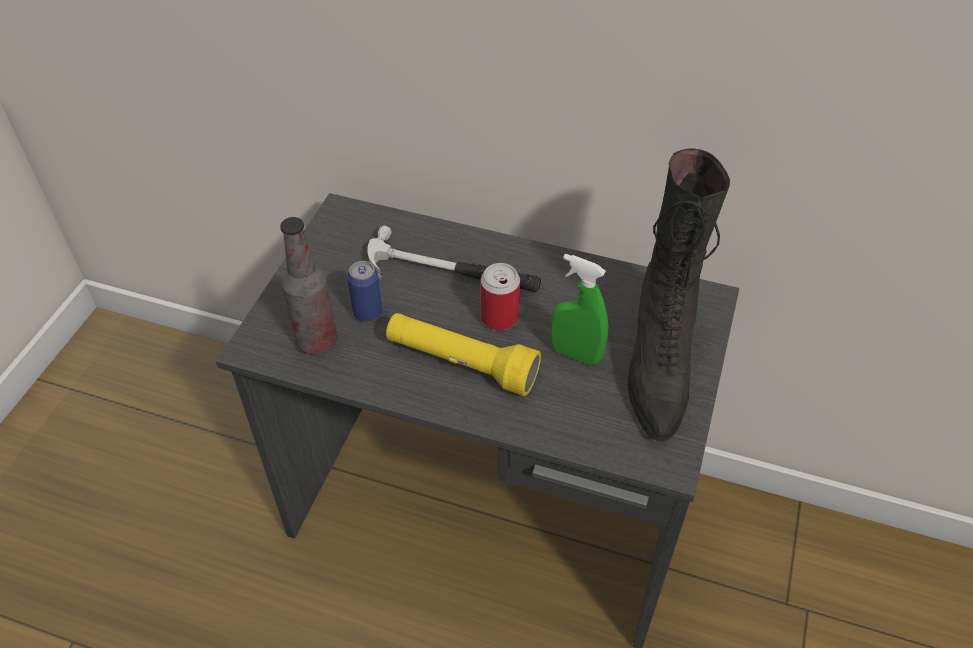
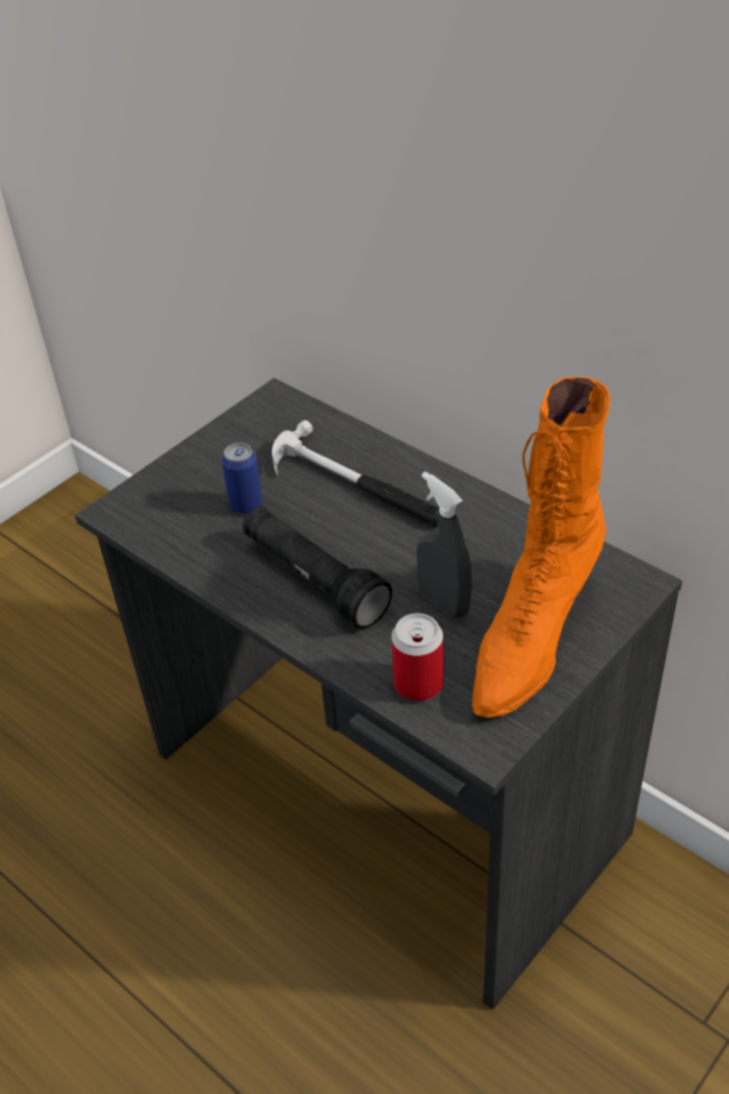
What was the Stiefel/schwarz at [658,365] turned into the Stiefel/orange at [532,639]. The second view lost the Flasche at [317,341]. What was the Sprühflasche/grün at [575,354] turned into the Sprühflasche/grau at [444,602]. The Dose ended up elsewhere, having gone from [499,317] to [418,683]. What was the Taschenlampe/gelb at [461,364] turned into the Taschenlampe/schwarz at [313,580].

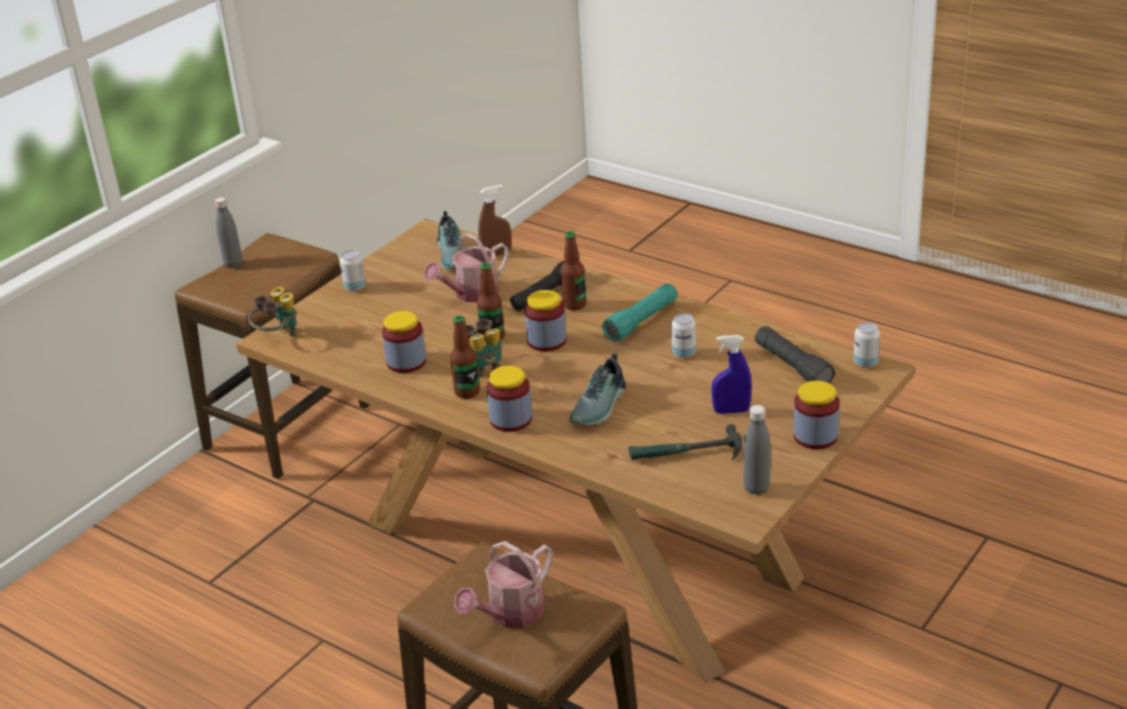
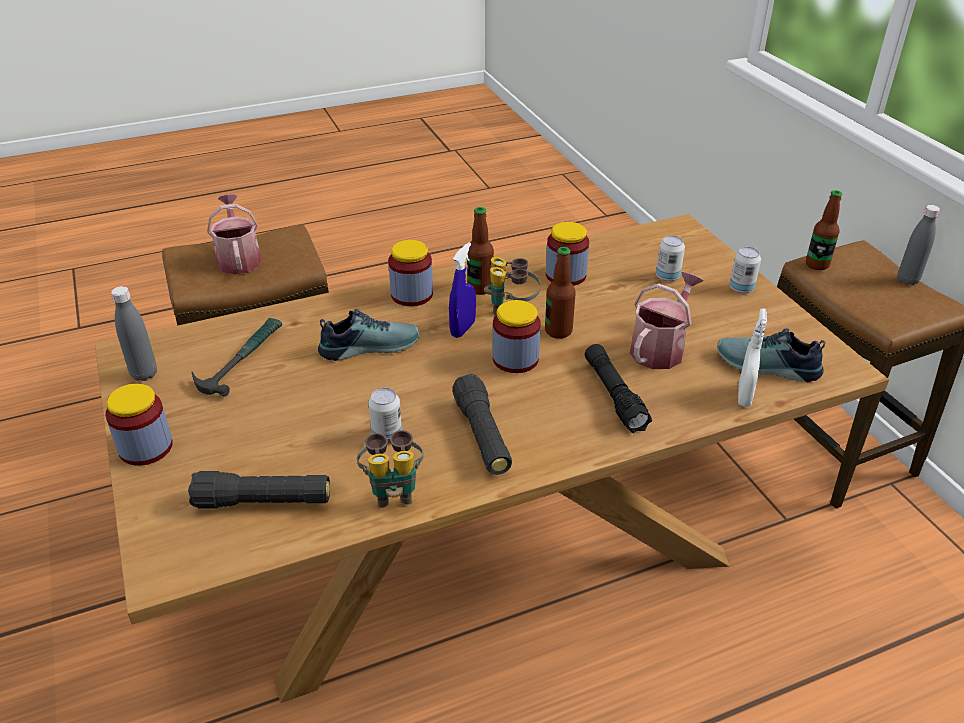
What was the Sprühflasche/braun at [496,254] turned into the Sprühflasche/weiß at [744,396]. The Flasche ended up elsewhere, having gone from [574,305] to [817,264]. The Gießkanne at [471,294] ended up facing another way, 45 degrees clockwise from before. What was the Taschenlampe/türkis at [641,321] turned into the Taschenlampe/schwarz at [482,436]. The Fernglas ended up elsewhere, having gone from [278,337] to [393,490]. The Dose ended up elsewhere, having gone from [865,363] to [667,277]. The Sprühflasche/blau ended up elsewhere, having gone from [731,411] to [462,329]. The Schuh at [601,406] ended up facing another way, 105 degrees clockwise from before.

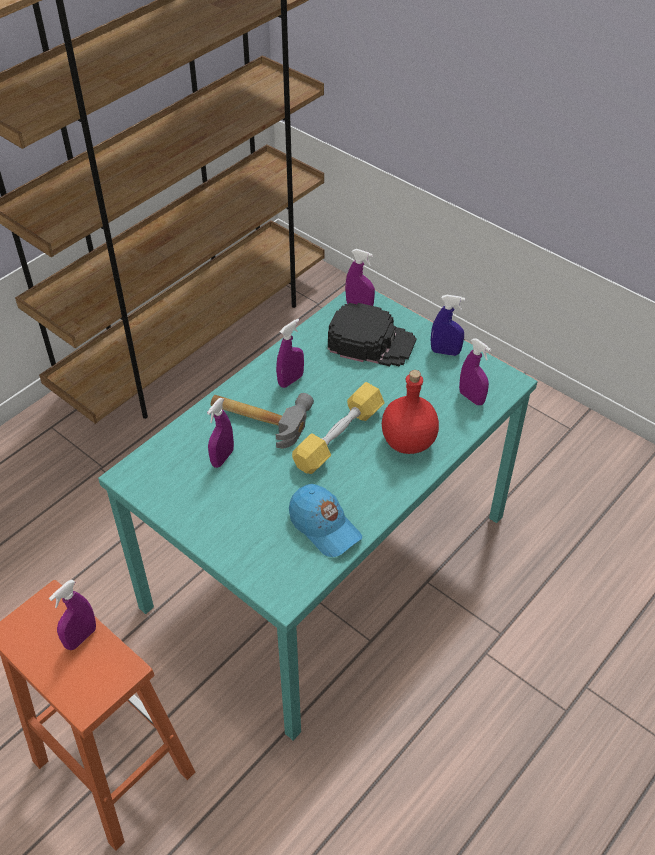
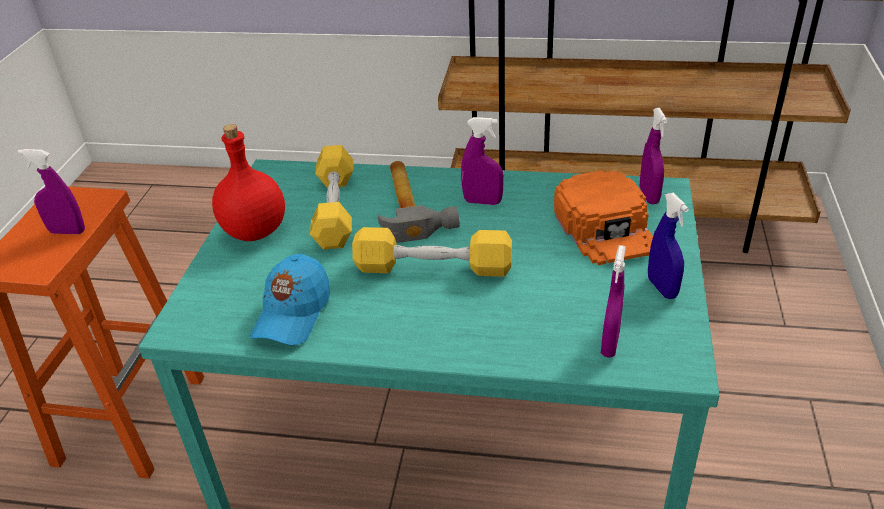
What was the Kappe/schwarz at [371,342] turned into the Kappe/orange at [605,227]. The Flasche/rot ended up elsewhere, having gone from [408,443] to [253,231]. Where the Sprühflasche/lila stood at [222,458], the Hantel/gelb came to stand at [335,209].

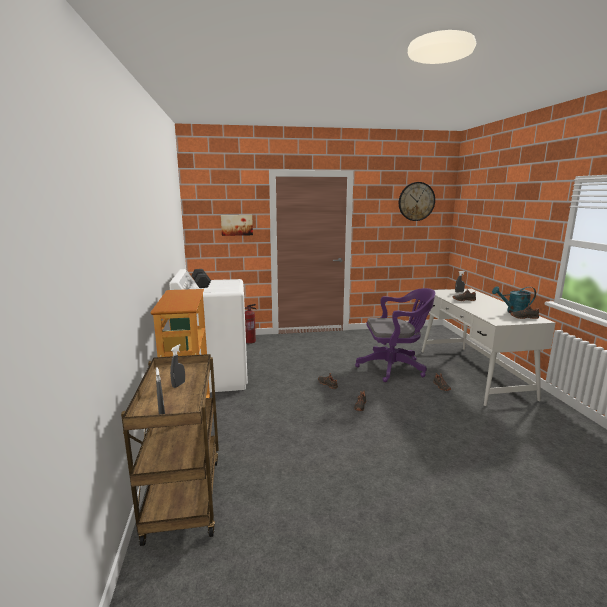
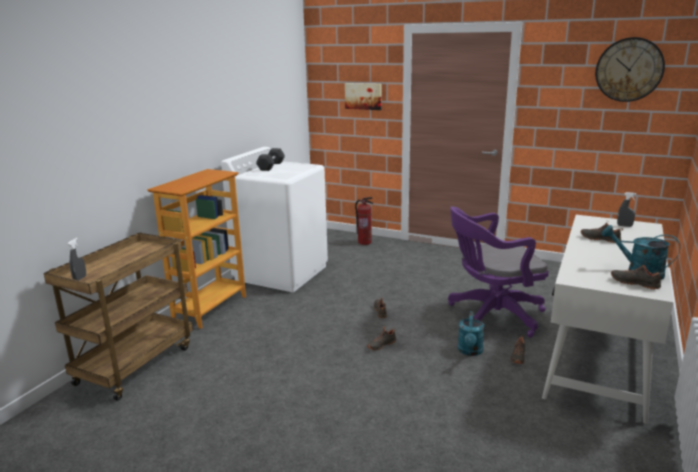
The Bürostuhl/lila at [394,367] ended up facing another way, 135 degrees clockwise from before. The second view lost the Sprühflasche/grau at [178,384]. The second view gained the Gießkanne/türkis at [470,351].

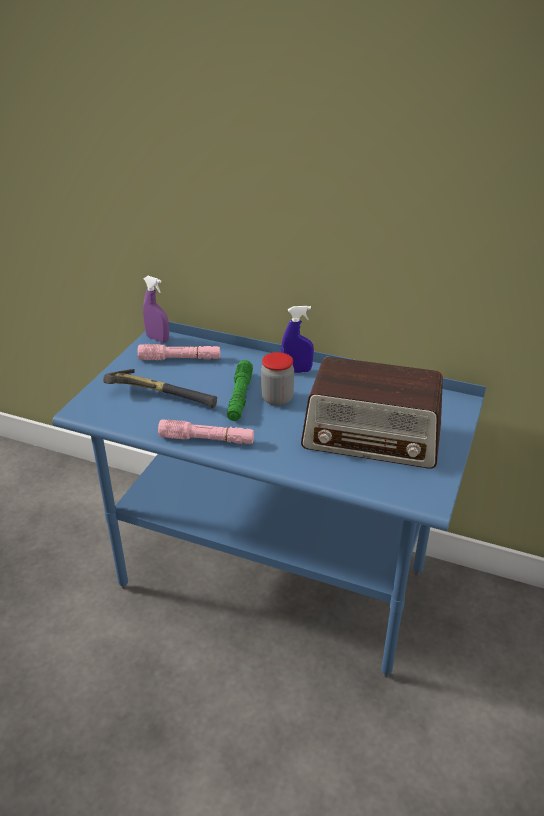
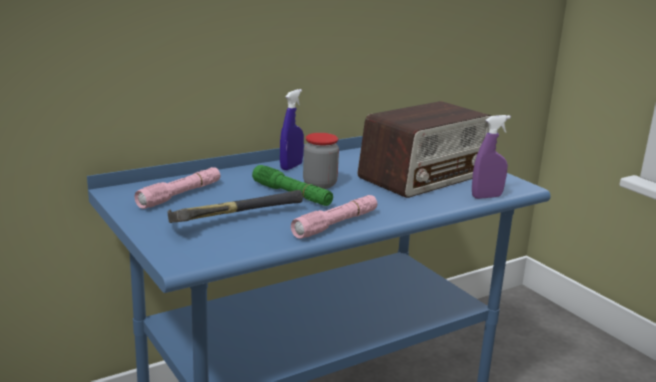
The Sprühflasche/lila ended up elsewhere, having gone from [158,339] to [486,196].

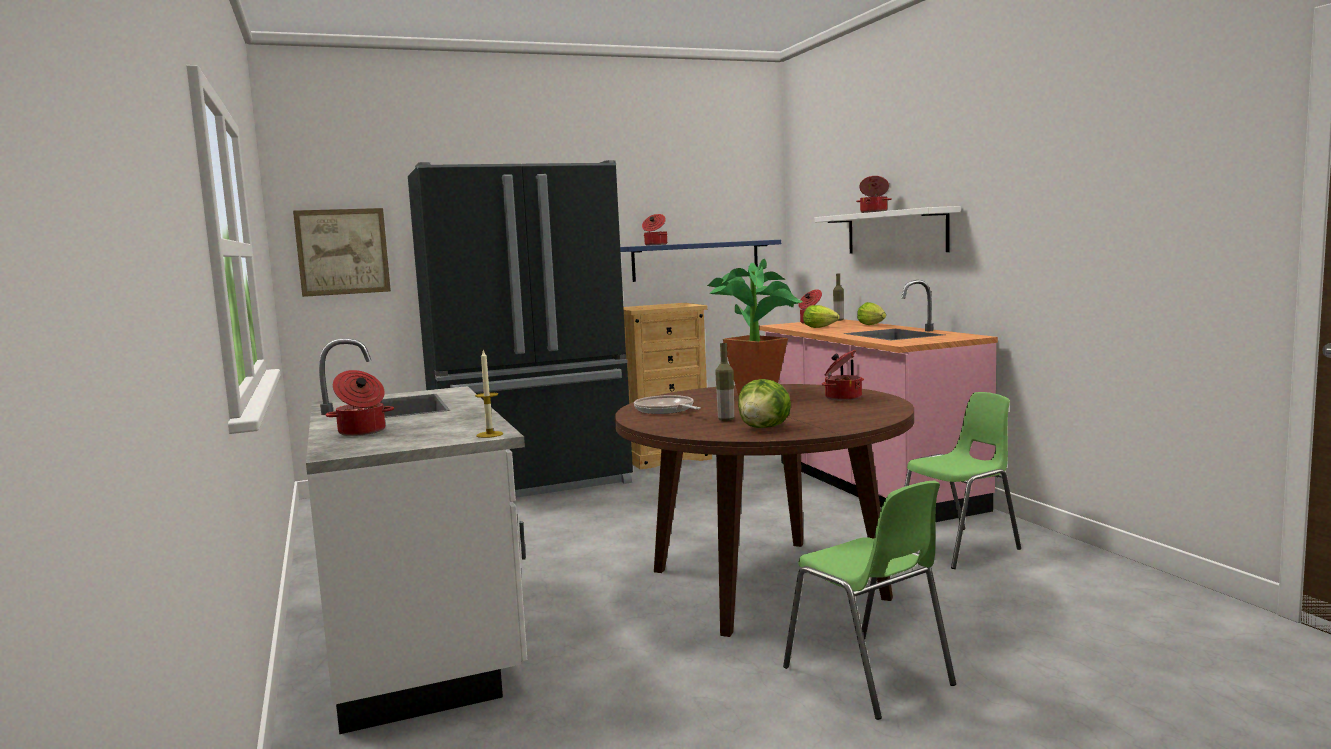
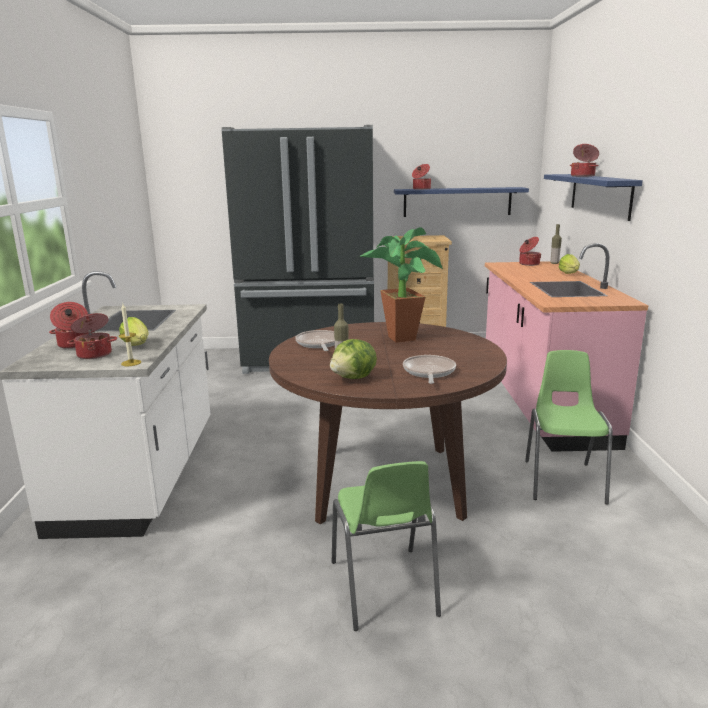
What was the Wandregal/weiß at [895,232] turned into the Wandregal/blau at [600,195]. The second view lost the Bild at [343,252]. The Salatkopf ended up elsewhere, having gone from [822,328] to [138,345]. The Kochtopf ended up elsewhere, having gone from [842,397] to [94,354]. The Stuhl/grün at [959,547] ended up facing another way, 75 degrees counterclockwise from before. The second view gained the Pfanne at [428,372].

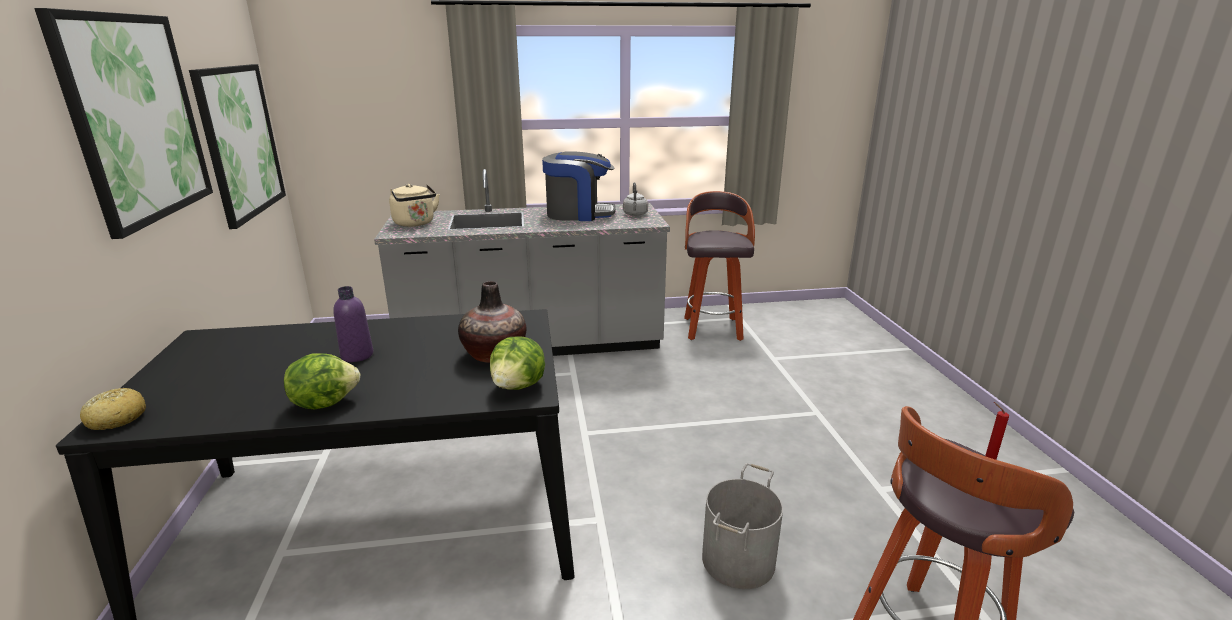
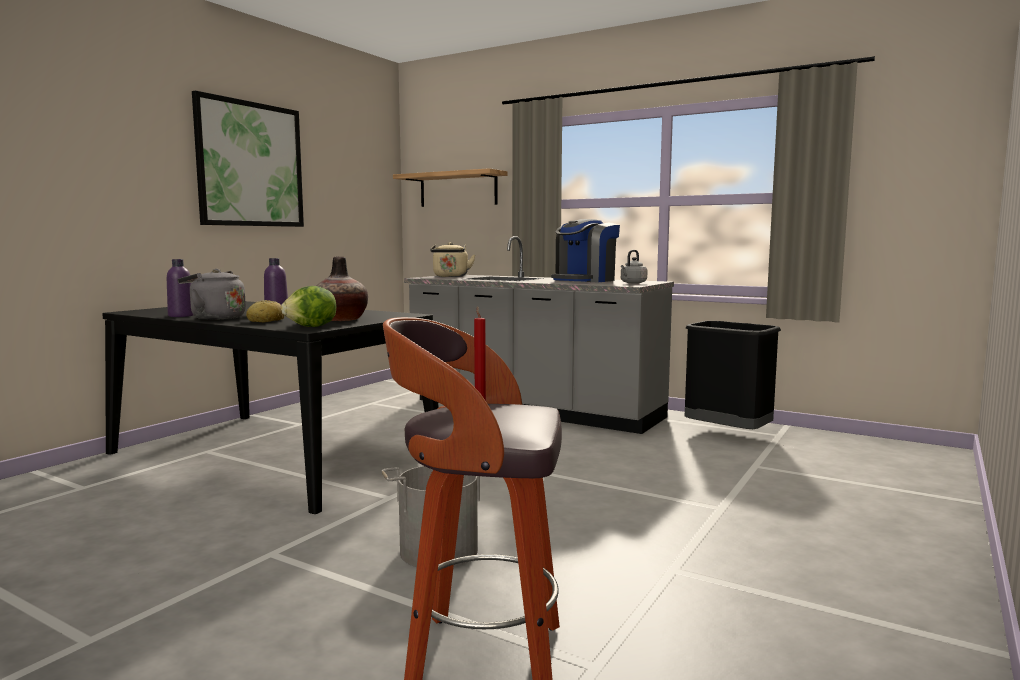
The second view lost the Bild at [240,142]. The Kaffeemaschine at [579,214] ended up facing another way, 90 degrees clockwise from before. Where the Hocker stood at [712,328], the Mülleimer/schwarz came to stand at [728,434]. Where the Salatkopf stood at [325,402], the Wasserkessel/grau came to stand at [215,318]. The Brot ended up elsewhere, having gone from [117,418] to [266,321]. The second view gained the Wandregal at [458,189]. The second view gained the Flasche/lila at [181,316].

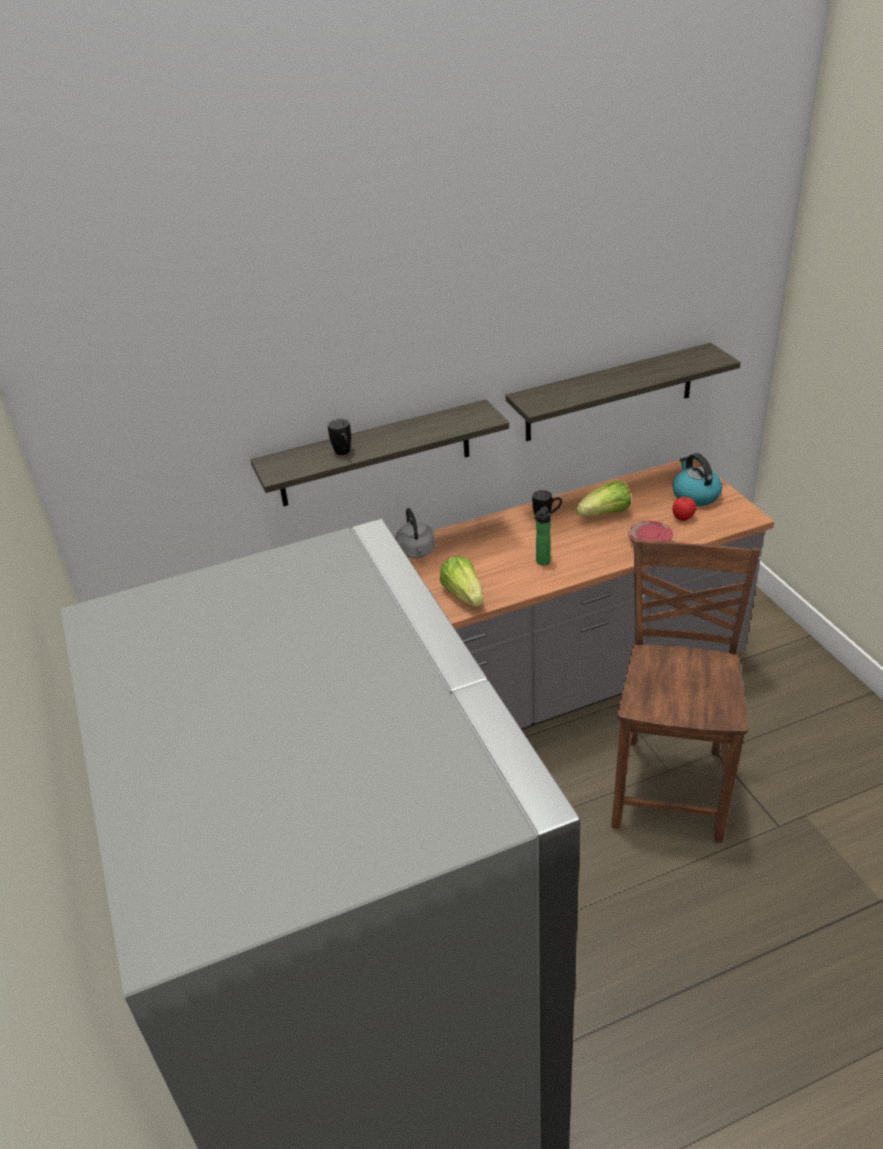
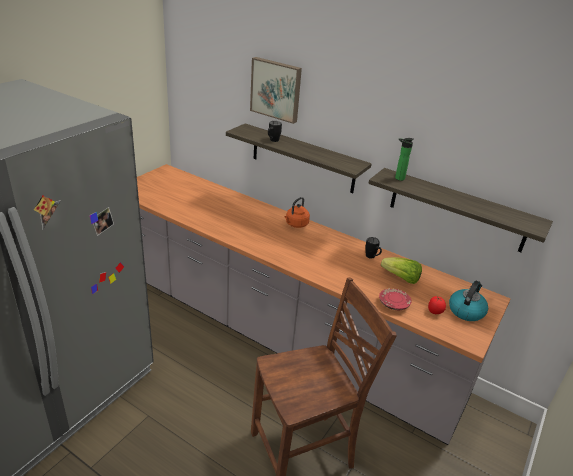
The Flasche ended up elsewhere, having gone from [542,562] to [398,178]. What was the Wasserkessel/grau at [416,552] turned into the Wasserkessel/orange at [296,224]. The second view lost the Salatkopf at [463,594]. The second view gained the Bild at [276,89].

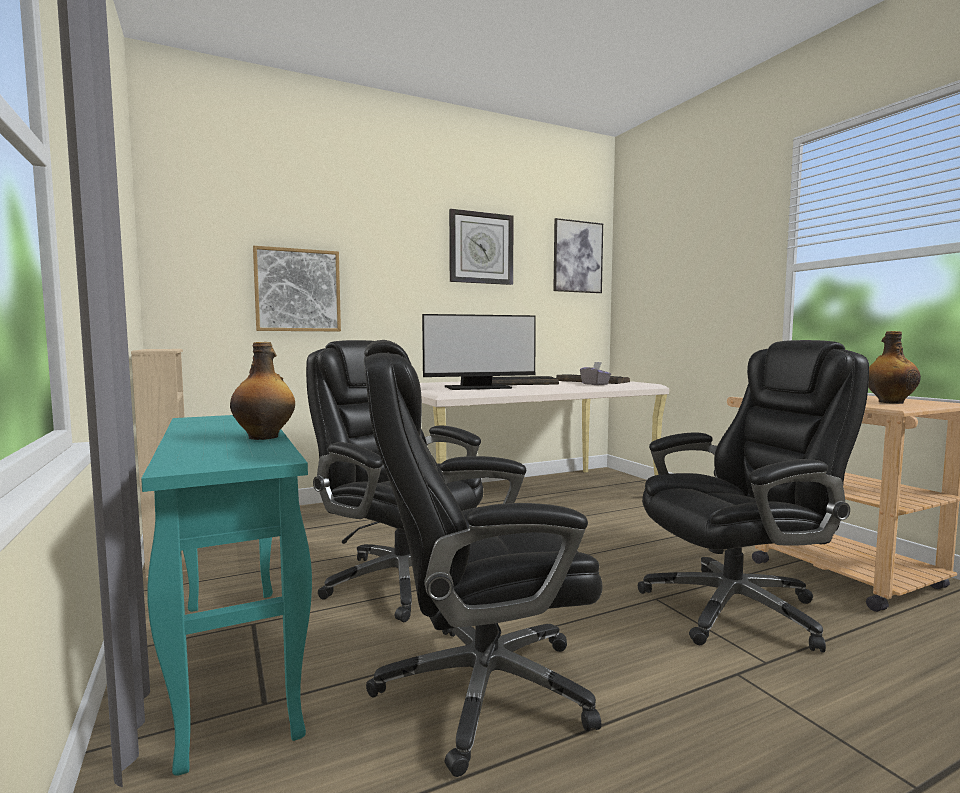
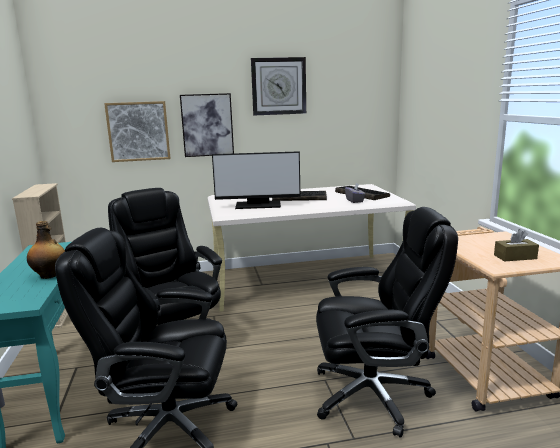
The Bild ended up elsewhere, having gone from [577,257] to [207,125]. Where the Flasche stood at [889,402], the Taschentuchbox/braun came to stand at [515,257].

